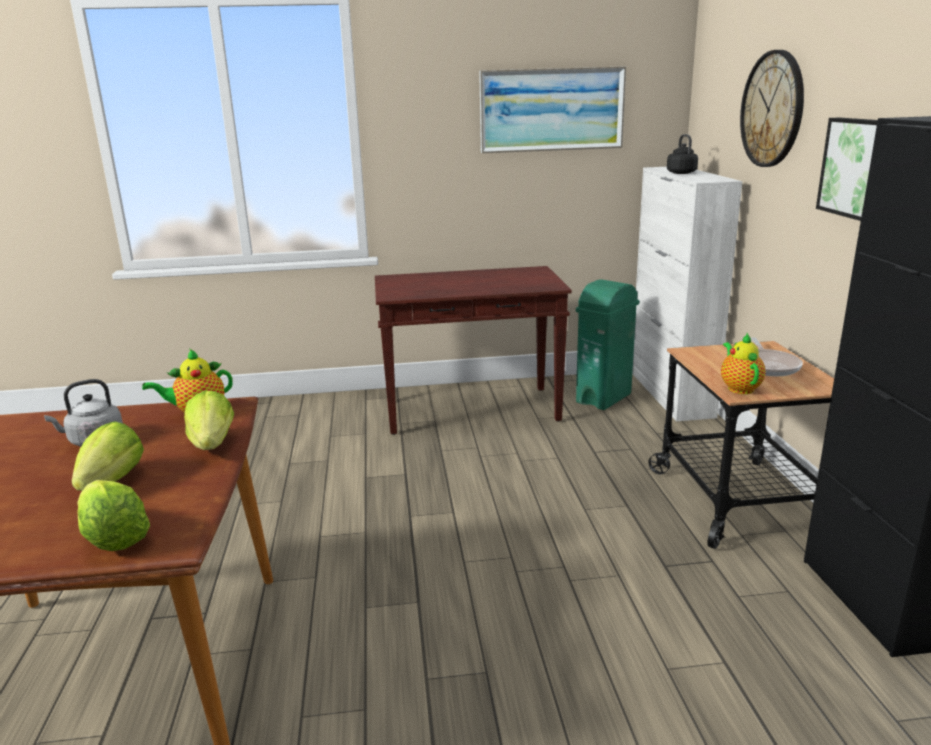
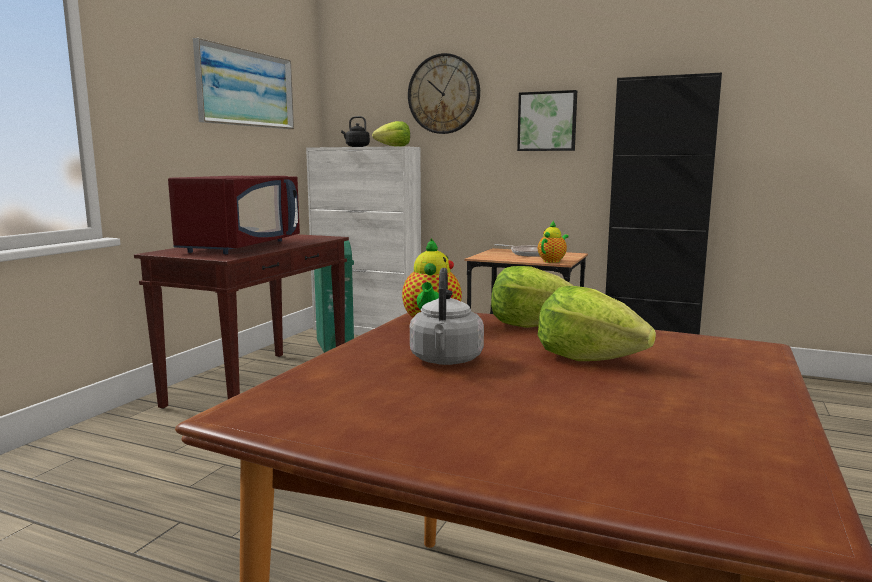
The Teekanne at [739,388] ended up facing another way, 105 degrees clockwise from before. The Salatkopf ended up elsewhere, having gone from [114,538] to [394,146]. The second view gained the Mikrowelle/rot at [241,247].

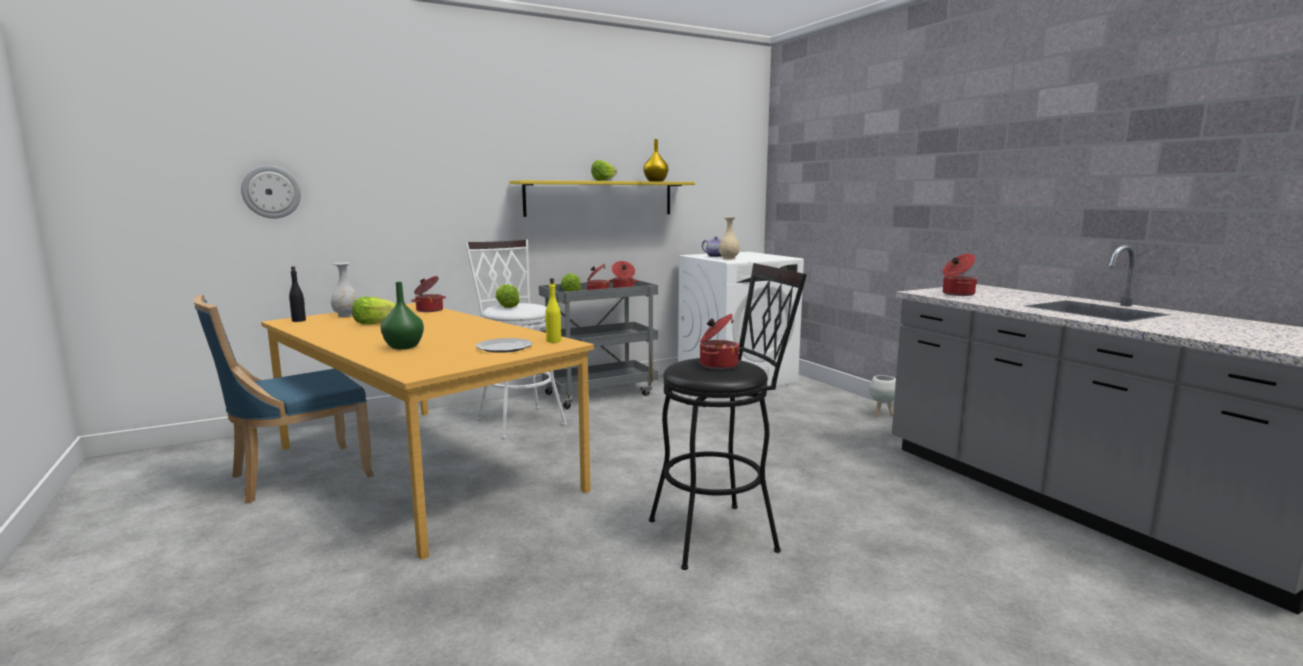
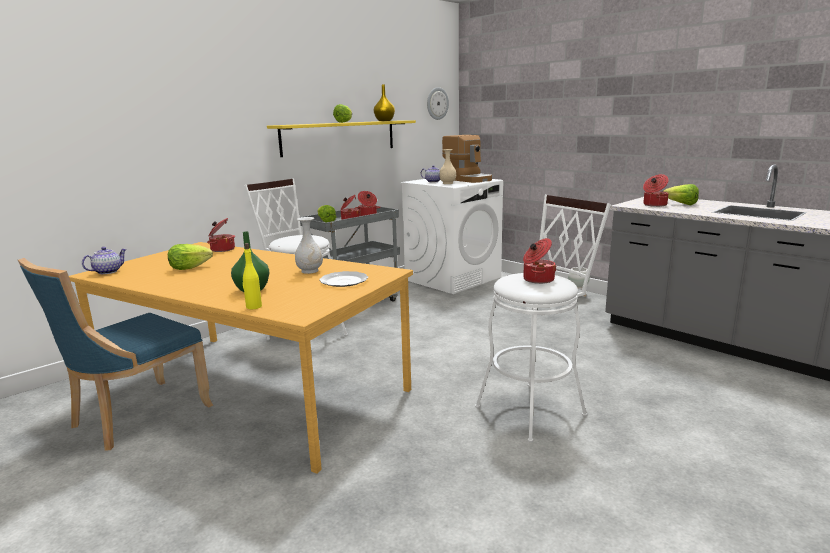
The Wanduhr ended up elsewhere, having gone from [271,192] to [437,103]. The Vase/weiß ended up elsewhere, having gone from [347,315] to [310,271]. What was the Hocker/schwarz at [723,533] turned into the Hocker/weiß at [537,408]. Where the Flasche/schwarz stood at [299,320], the Teekanne came to stand at [108,271]. The Flasche/gelb ended up elsewhere, having gone from [553,341] to [253,307]. The Salatkopf ended up elsewhere, having gone from [506,306] to [678,204]. The second view gained the Kaffeemaschine at [468,179].

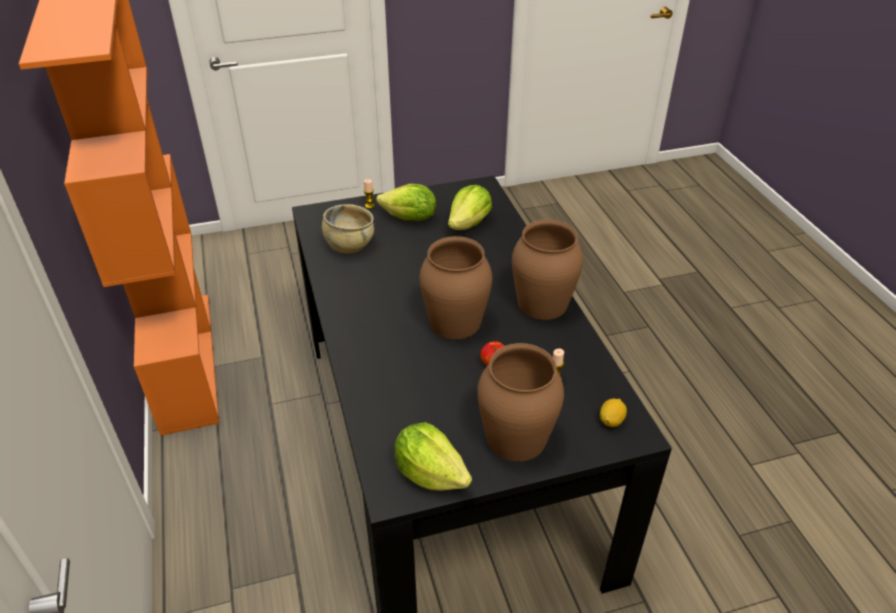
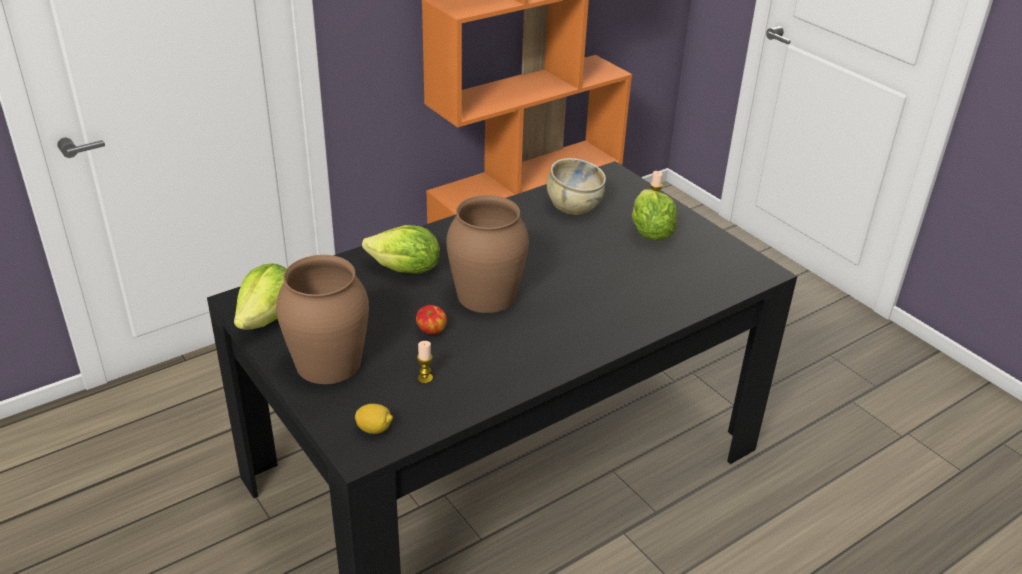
The Salatkopf ended up elsewhere, having gone from [469,224] to [406,270]. The second view lost the Vase/braun at [542,303].

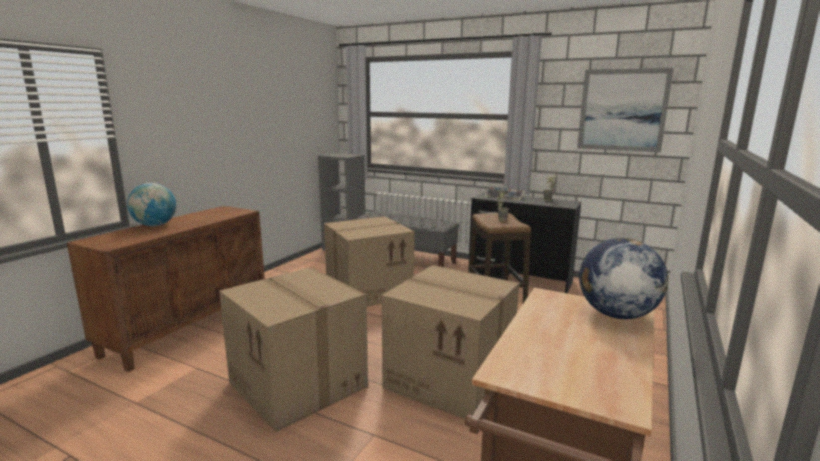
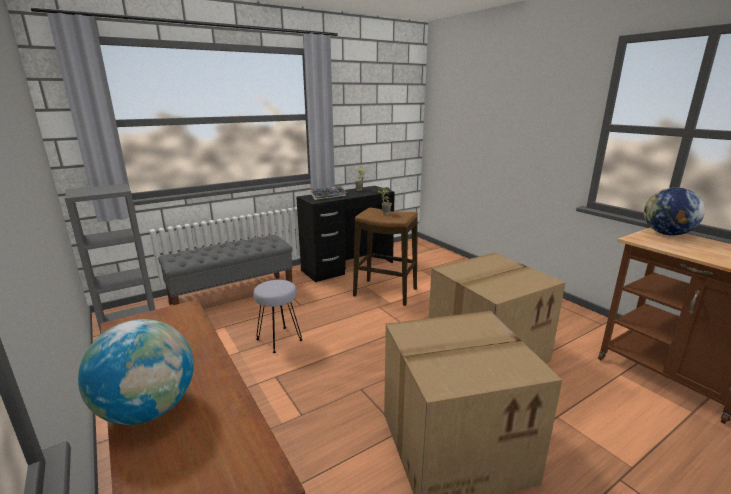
The second view lost the Bild at [622,110]. Where the Karton stood at [369,290], the Hocker/grau came to stand at [279,339].

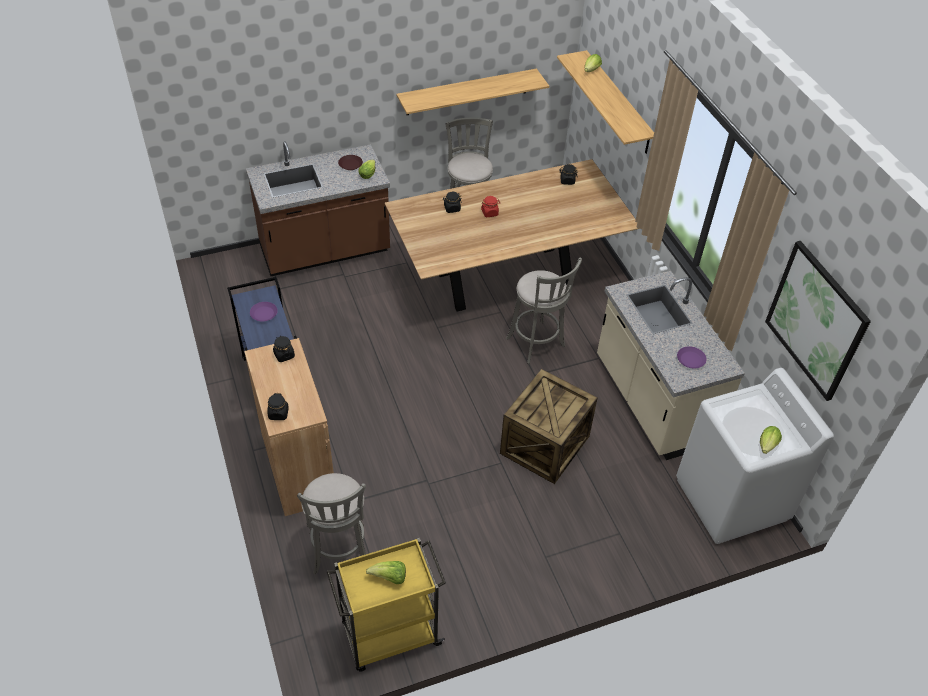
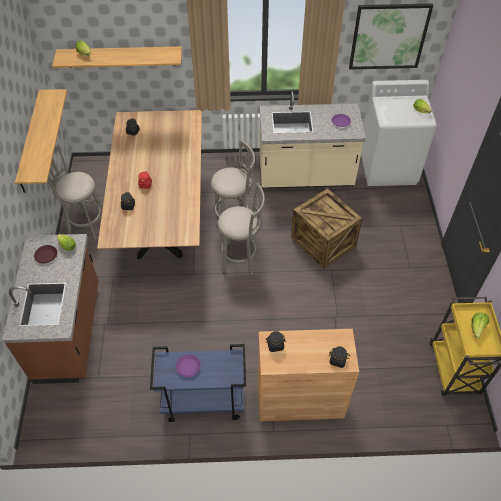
The Hocker/grau ended up elsewhere, having gone from [339,552] to [241,259].

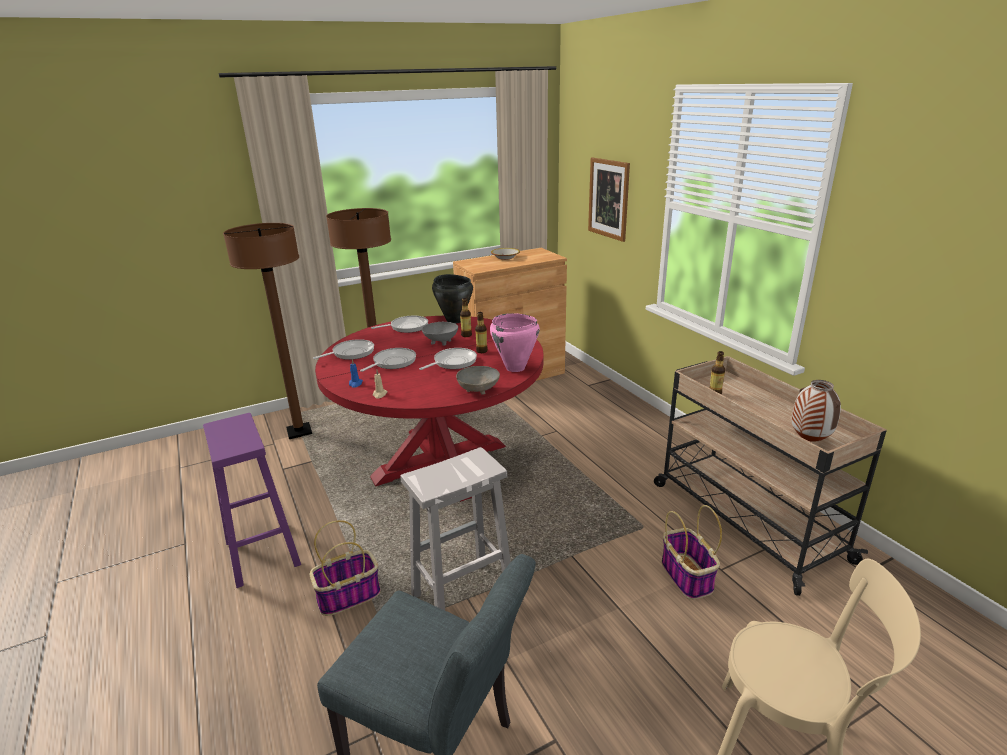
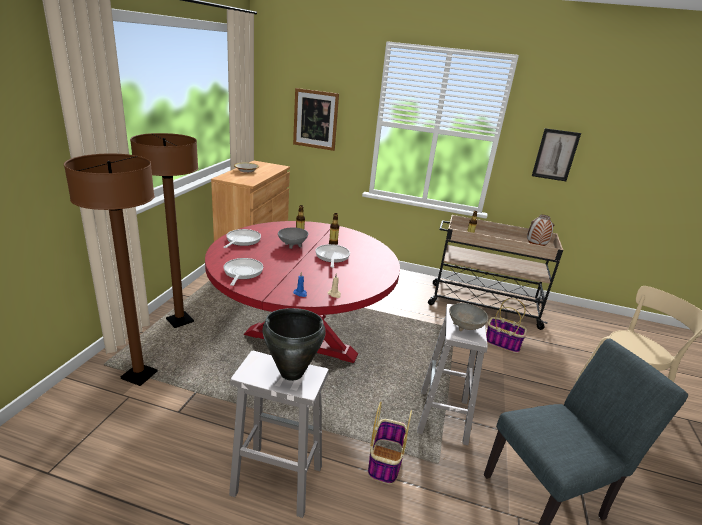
The Kochtopf/schwarz ended up elsewhere, having gone from [454,320] to [291,372]. The second view lost the Kochtopf/rosa at [515,368]. The second view lost the Pfanne at [392,362]. The Schüssel/grau ended up elsewhere, having gone from [477,391] to [465,327]. What was the Hocker/lila at [262,552] turned into the Hocker/weiß at [275,480]. The second view gained the Bild at [555,155].

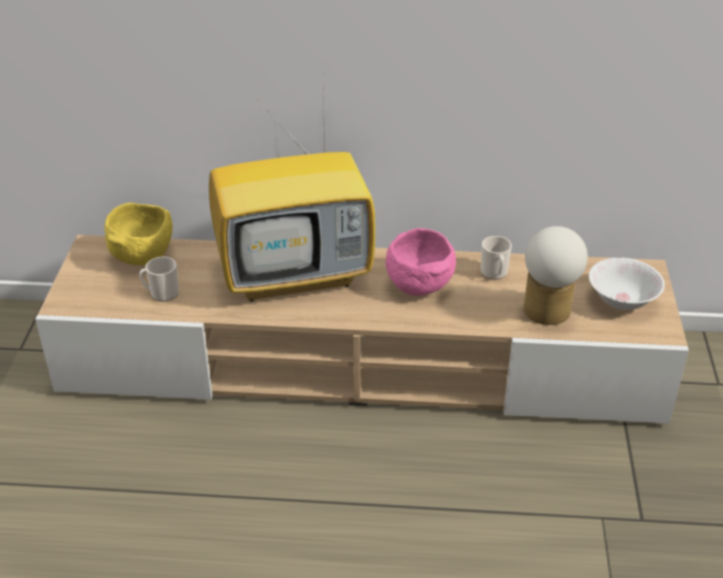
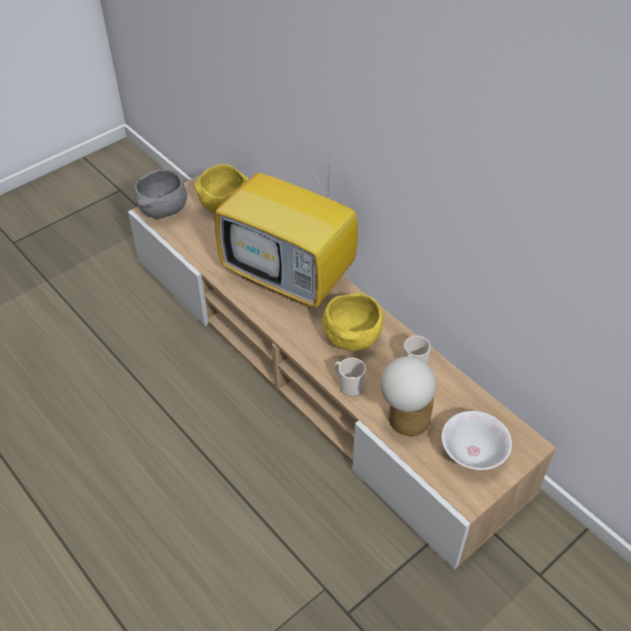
What was the Schüssel/rosa at [418,285] turned into the Schüssel/gelb at [352,338]. The Henkelbecher ended up elsewhere, having gone from [161,293] to [348,385]. The second view gained the Schüssel/grau at [163,212].

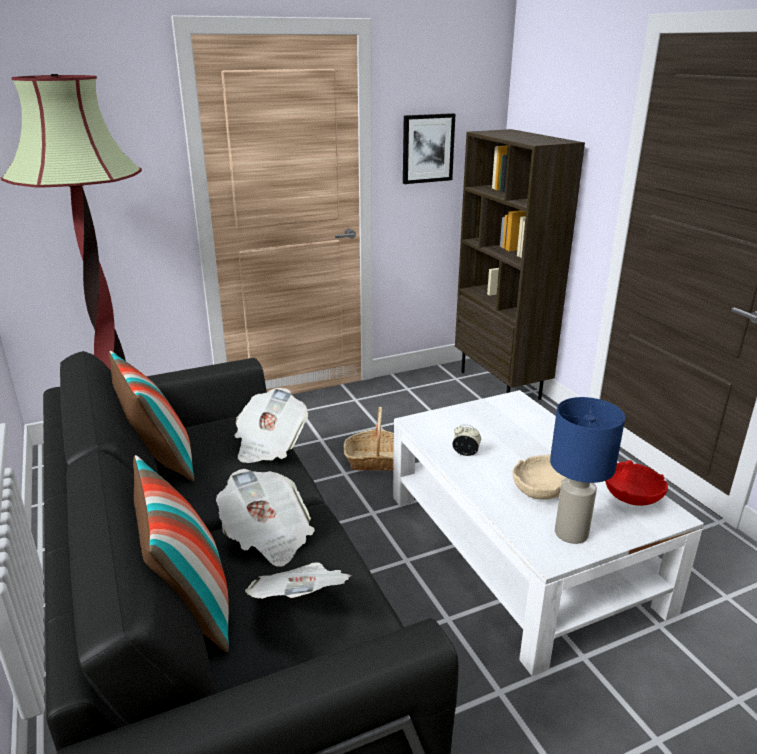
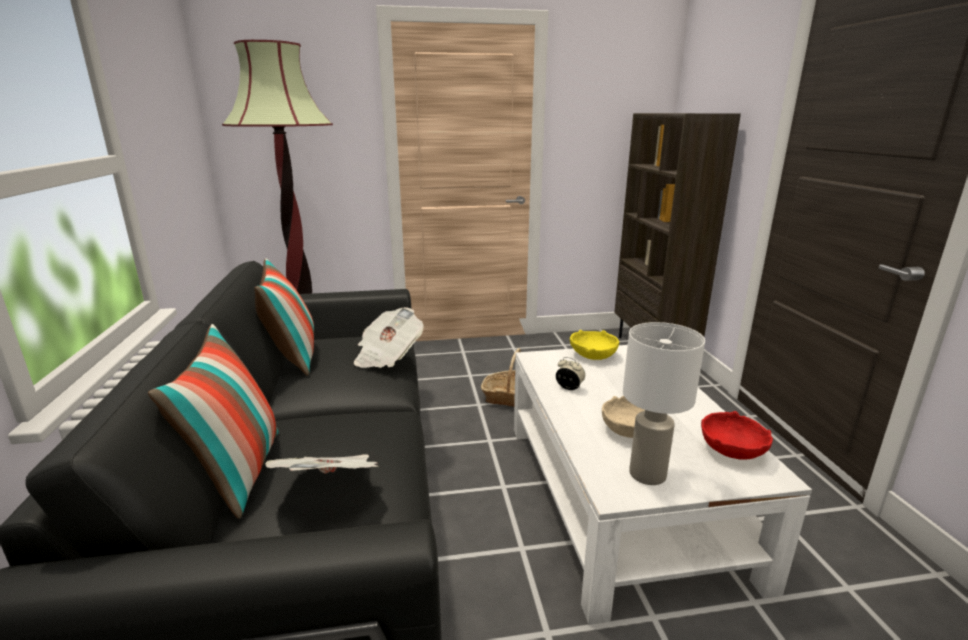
The second view lost the Bild at [427,148]. What was the Tischlampe/blau at [570,534] turned into the Tischlampe/weiß at [646,474]. The second view lost the Zeitung at [267,536]. The second view gained the Schüssel/gelb at [593,355].

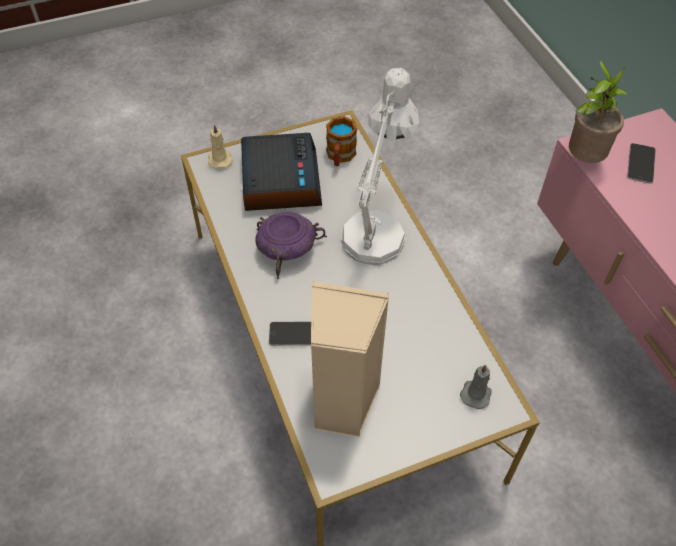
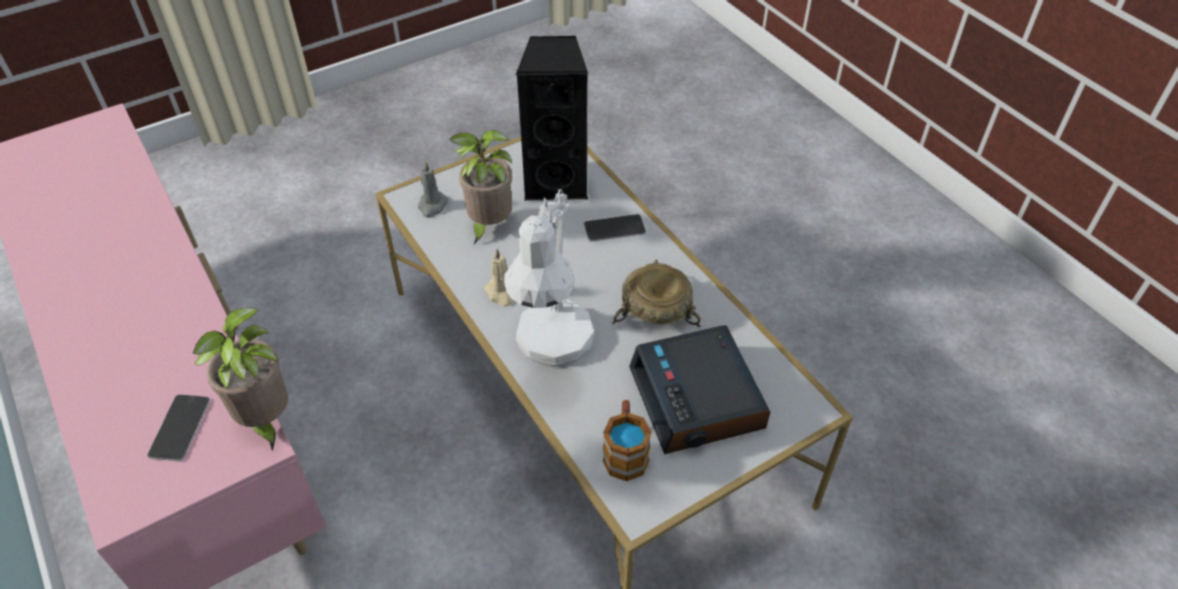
The Kerze/beige ended up elsewhere, having gone from [220,159] to [502,293]. What was the Schüssel/lila at [288,249] turned into the Schüssel/beige at [654,309]. What was the Lautsprecher/beige at [341,404] turned into the Lautsprecher/schwarz at [557,182]. The second view gained the Topfpflanze at [488,226].

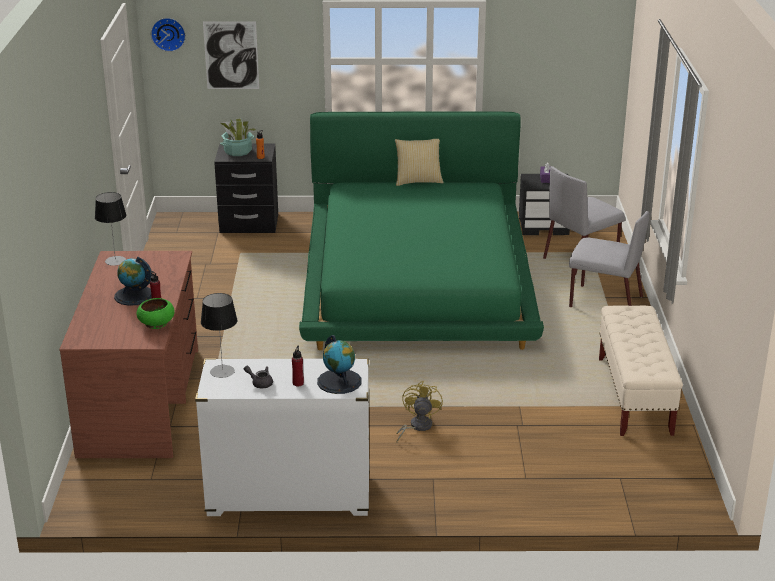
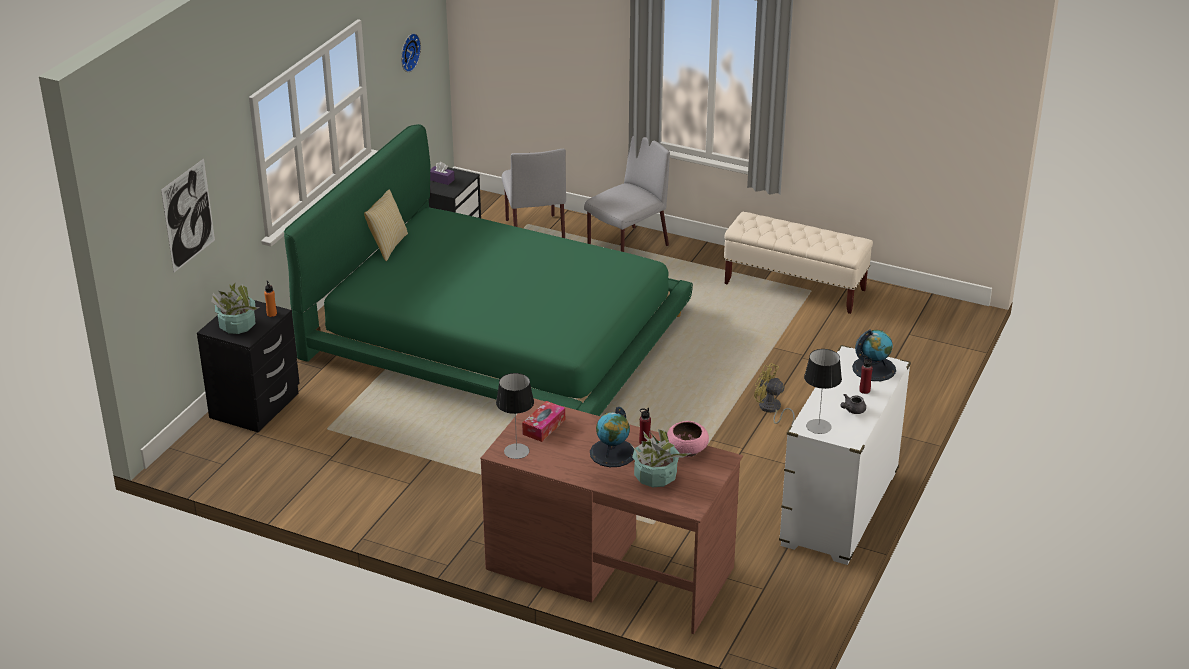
The Wanduhr ended up elsewhere, having gone from [168,33] to [408,52]. What was the Schüssel/grün at [156,324] turned into the Schüssel/rosa at [687,450]. The second view gained the Taschentuchbox at [544,427]. The second view gained the Topfpflanze at [655,476].

